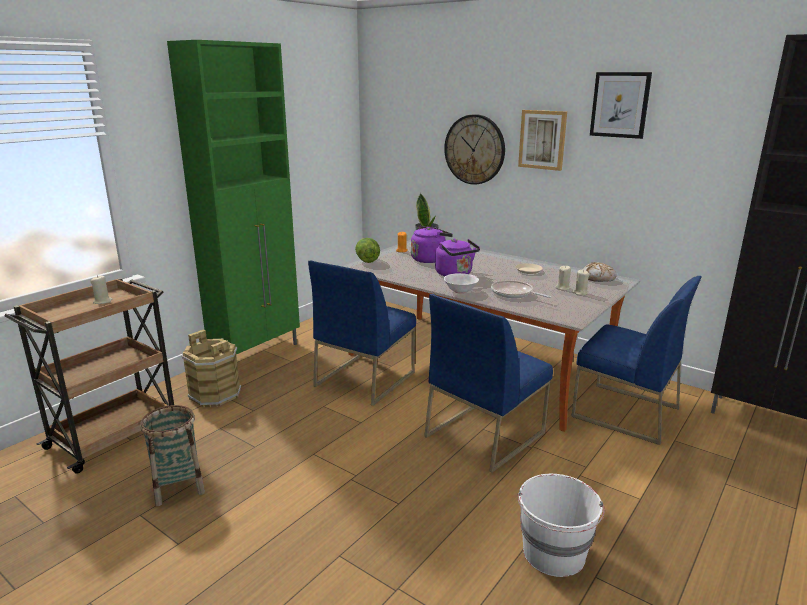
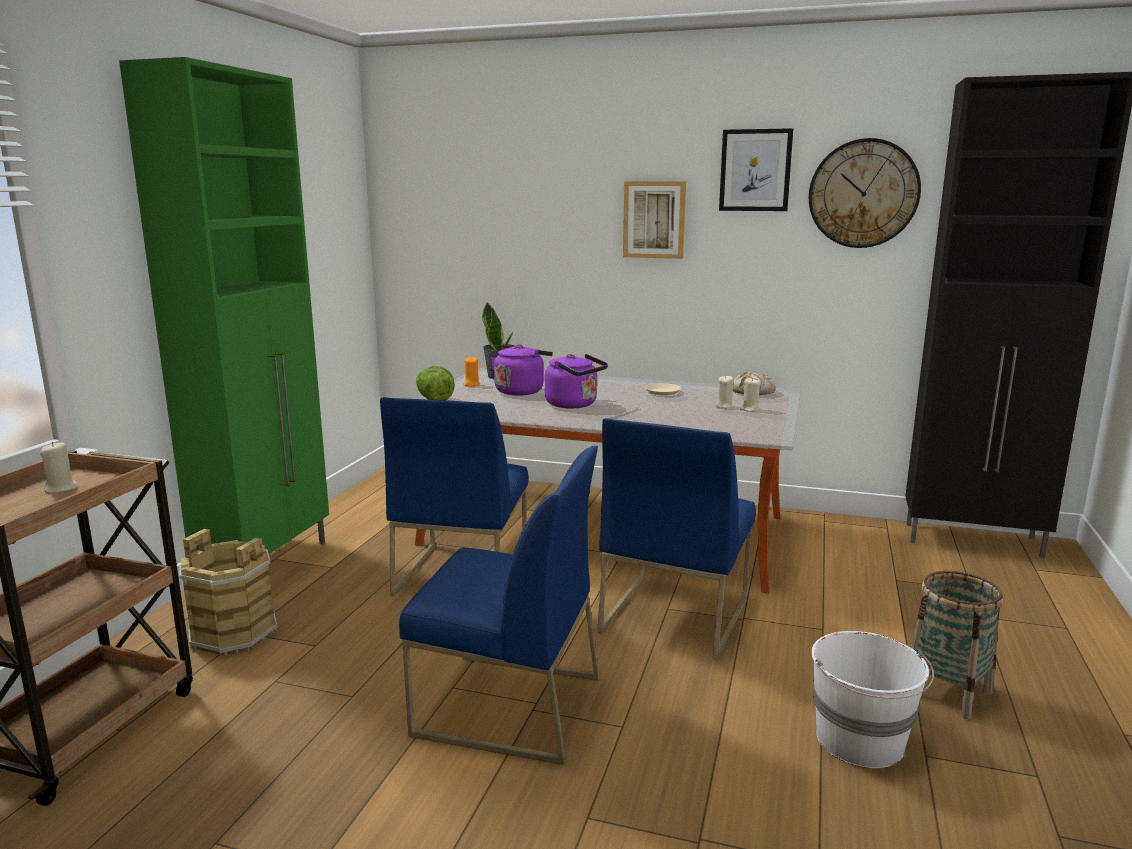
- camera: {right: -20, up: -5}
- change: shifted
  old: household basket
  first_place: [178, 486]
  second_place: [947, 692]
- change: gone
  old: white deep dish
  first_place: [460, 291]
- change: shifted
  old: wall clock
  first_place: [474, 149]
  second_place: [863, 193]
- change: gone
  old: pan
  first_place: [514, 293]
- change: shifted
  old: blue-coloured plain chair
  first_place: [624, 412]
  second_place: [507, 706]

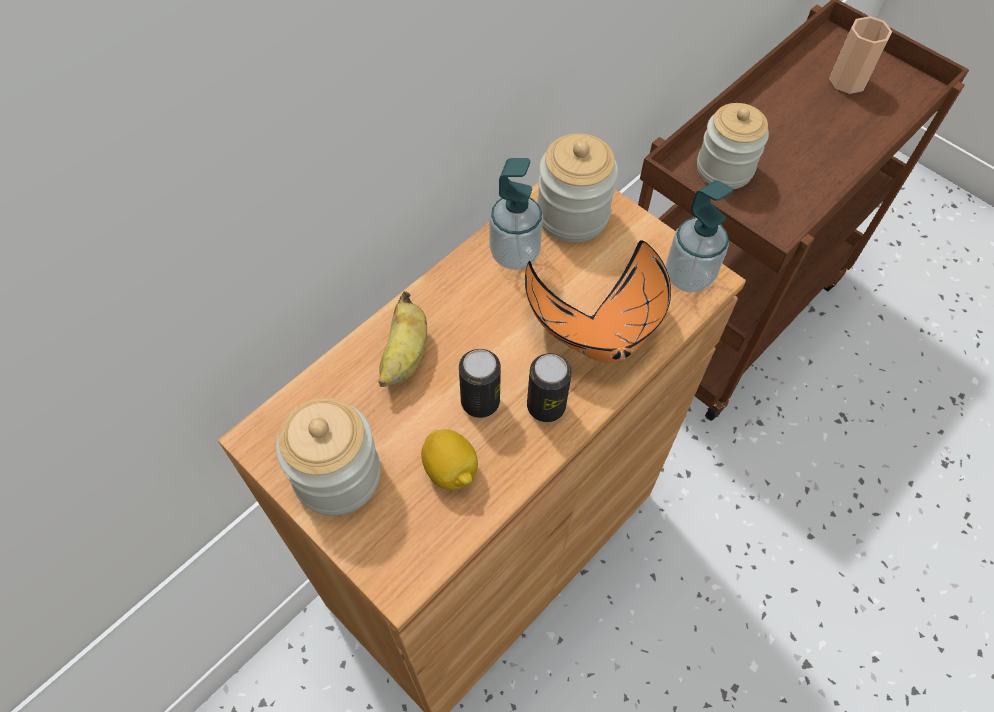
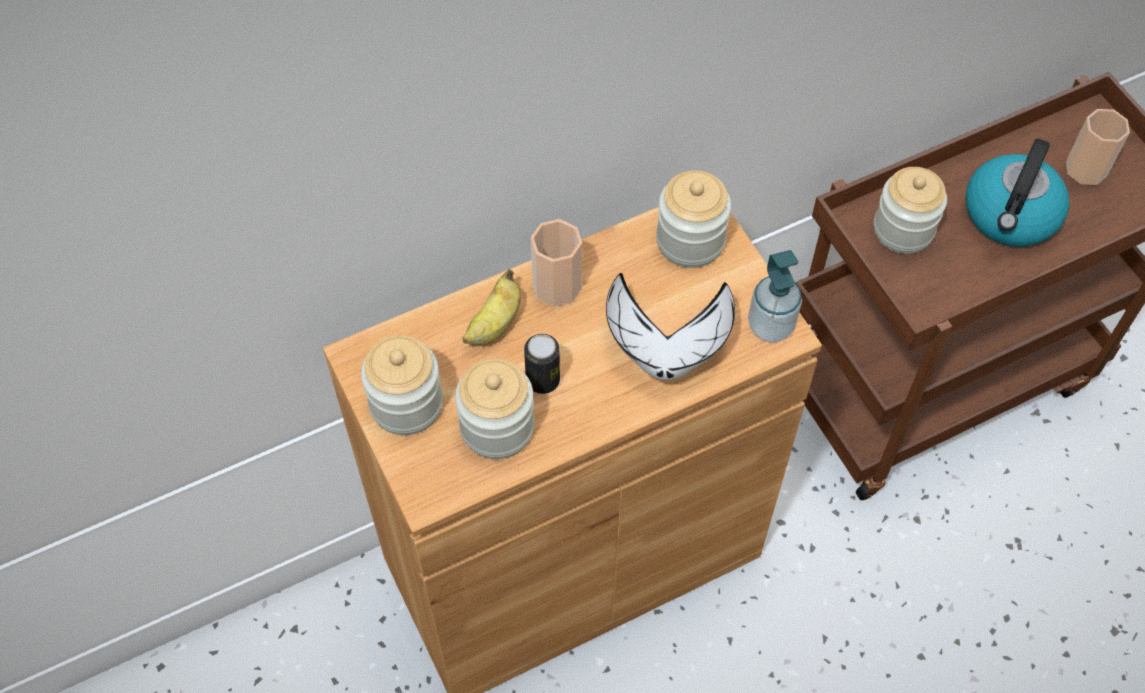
- camera: {right: 20, up: 0}
- change: swapped
  old: lemon
  new: storage jar
  first_place: [450, 470]
  second_place: [497, 427]
- change: gone
  old: soap dispenser
  first_place: [514, 254]
- change: repainted
  old: orange-coloured deep dish
  new: white deep dish
  first_place: [597, 330]
  second_place: [667, 350]
- change: gone
  old: can
  first_place: [546, 406]
- change: new
  new: cup
  second_place: [557, 286]
- change: new
  new: kettle
  second_place: [1010, 215]

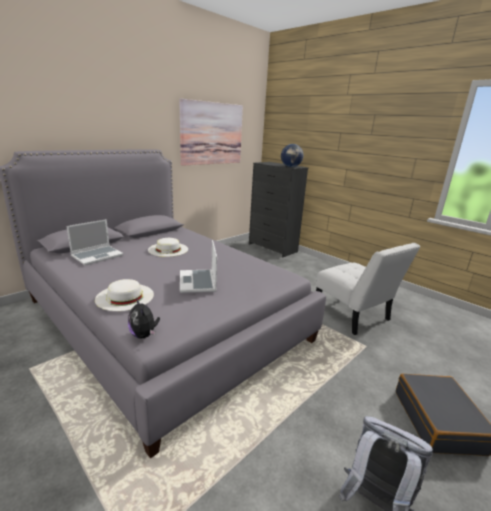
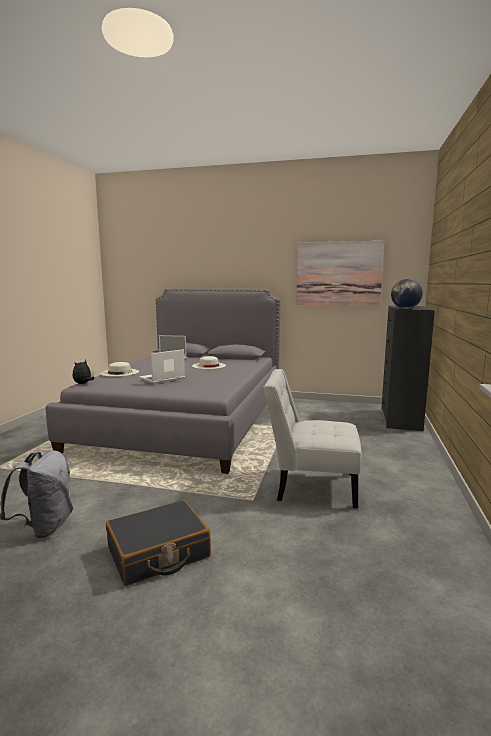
- camera: {right: 60, up: -10}
- change: rotated
  old: white plain chair
  first_place: [354, 316]
  second_place: [310, 485]
  degrees: 75

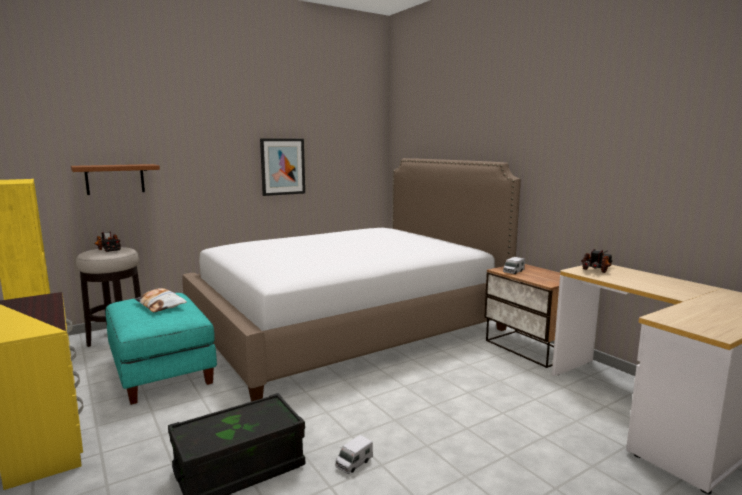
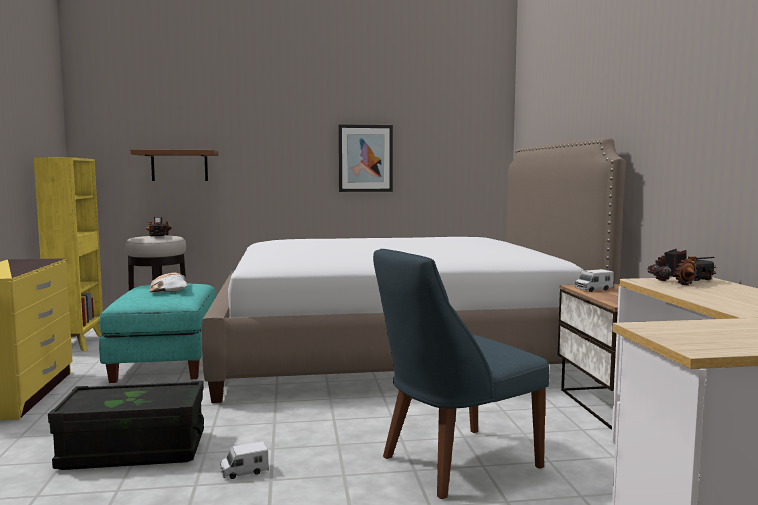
- camera: {right: 25, up: -5}
- change: new
  new: blue-coloured plain chair
  second_place: [454, 463]

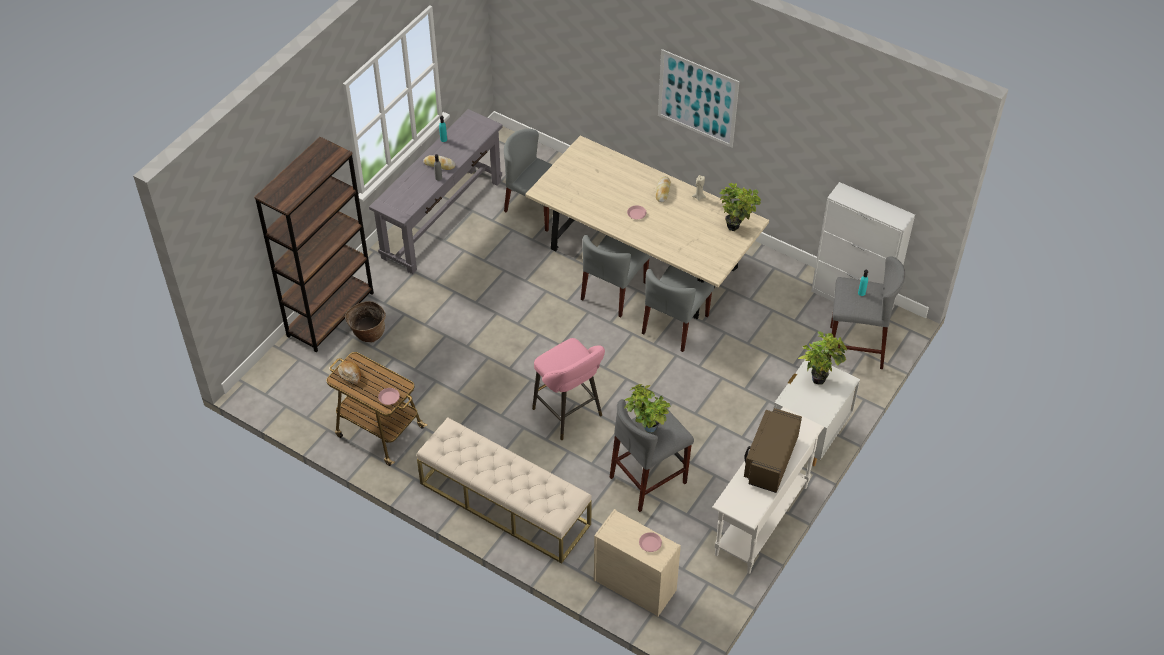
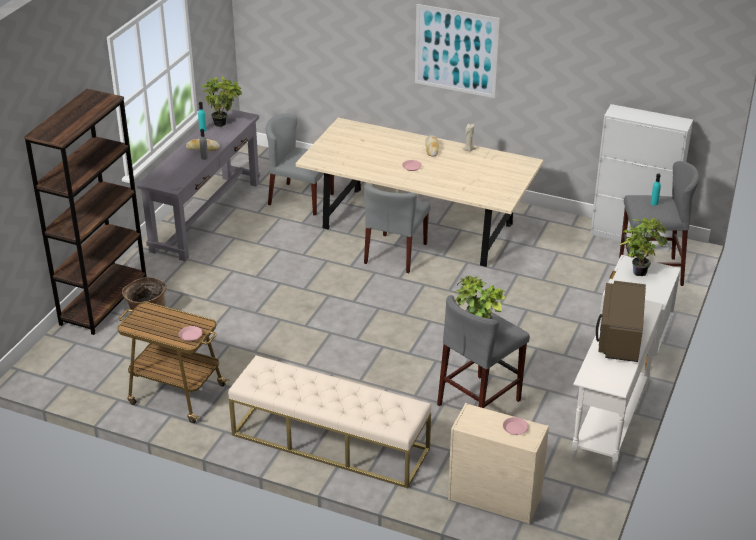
- camera: {right: -10, up: -15}
- change: gone
  old: bread
  first_place: [350, 374]
- change: gone
  old: pink-coloured sitting stool
  first_place: [569, 414]
- change: gone
  old: gray plain chair
  first_place: [675, 325]
- change: shifted
  old: houseplant
  first_place: [736, 226]
  second_place: [223, 124]

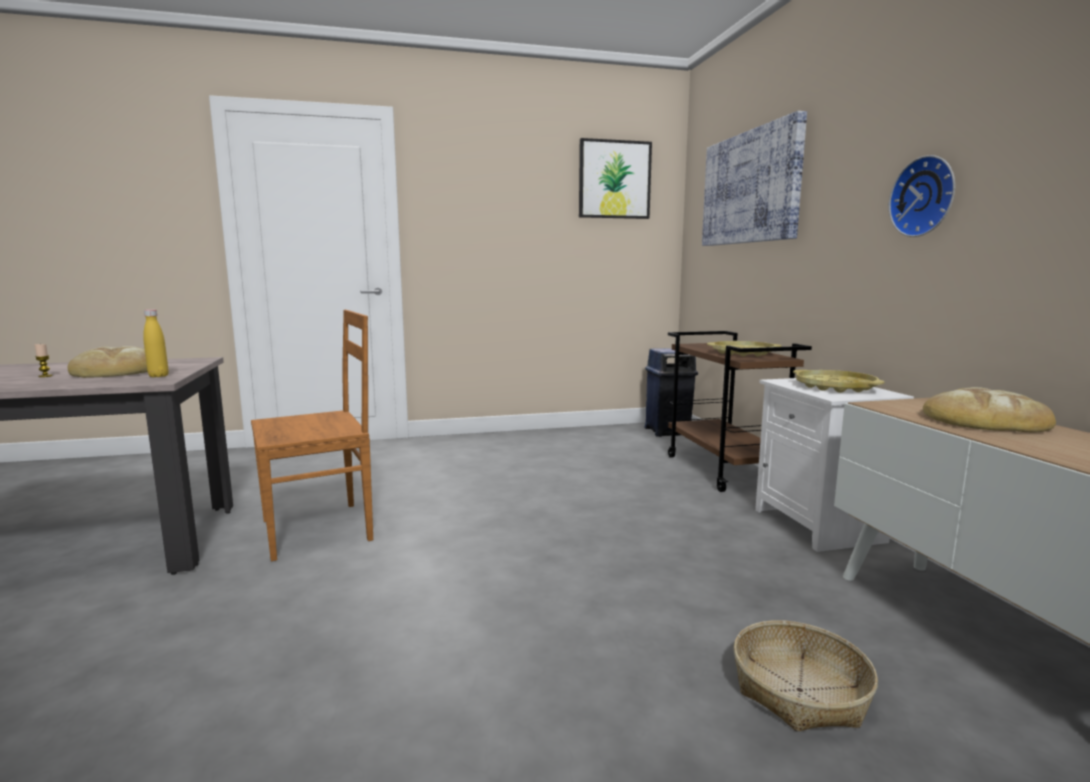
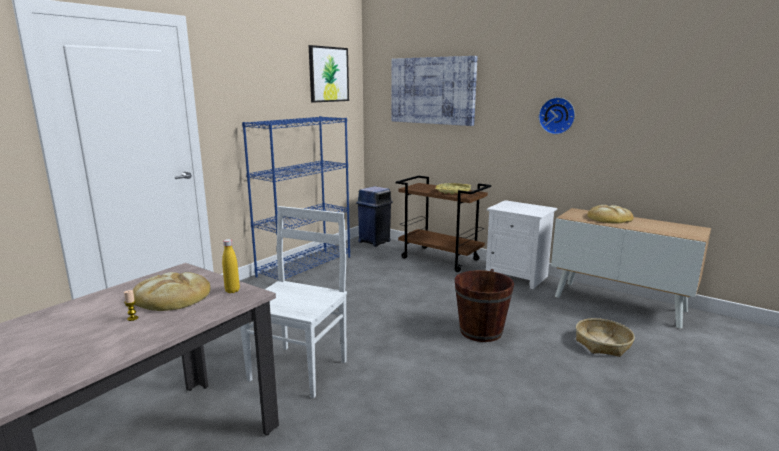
- camera: {right: -40, up: 5}
- change: repainted
  old: brown-coloured plain chair
  new: white plain chair
  first_place: [321, 529]
  second_place: [300, 369]
- change: gone
  old: yellowish carrying tray
  first_place: [835, 387]
- change: new
  new: blue-coloured shelving unit
  second_place: [305, 266]
- change: new
  new: brown-coloured pail
  second_place: [481, 331]

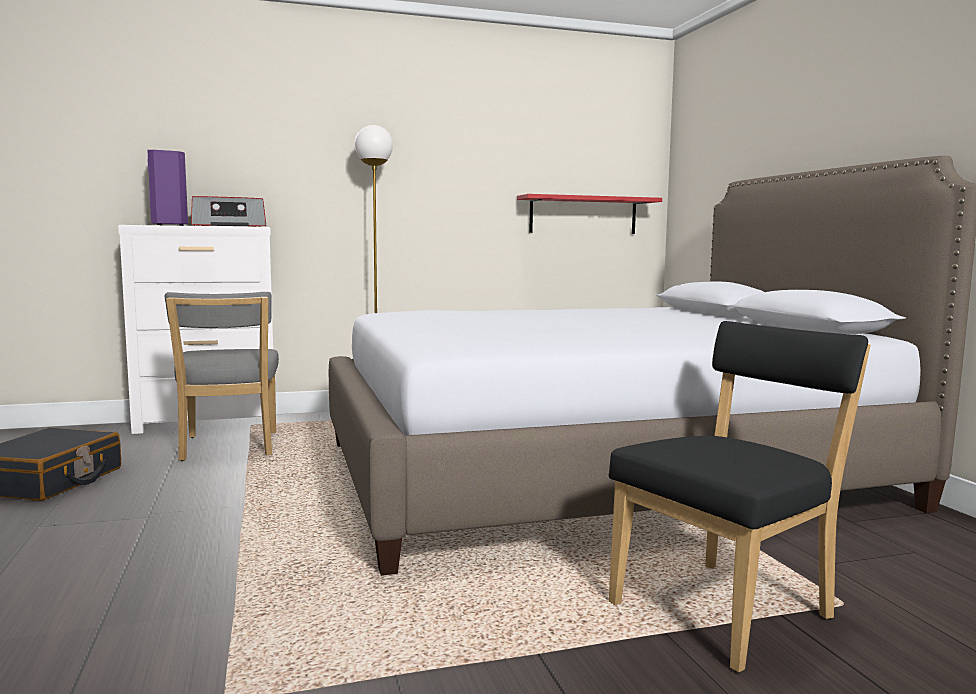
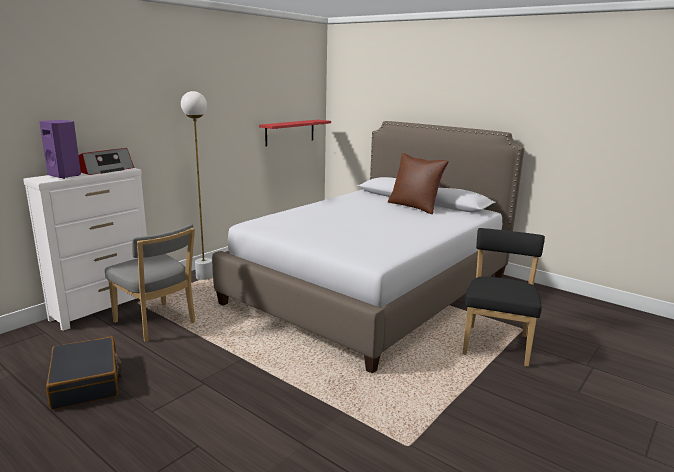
- camera: {right: -35, up: 10}
- change: new
  new: brown-coloured pillow
  second_place: [414, 207]

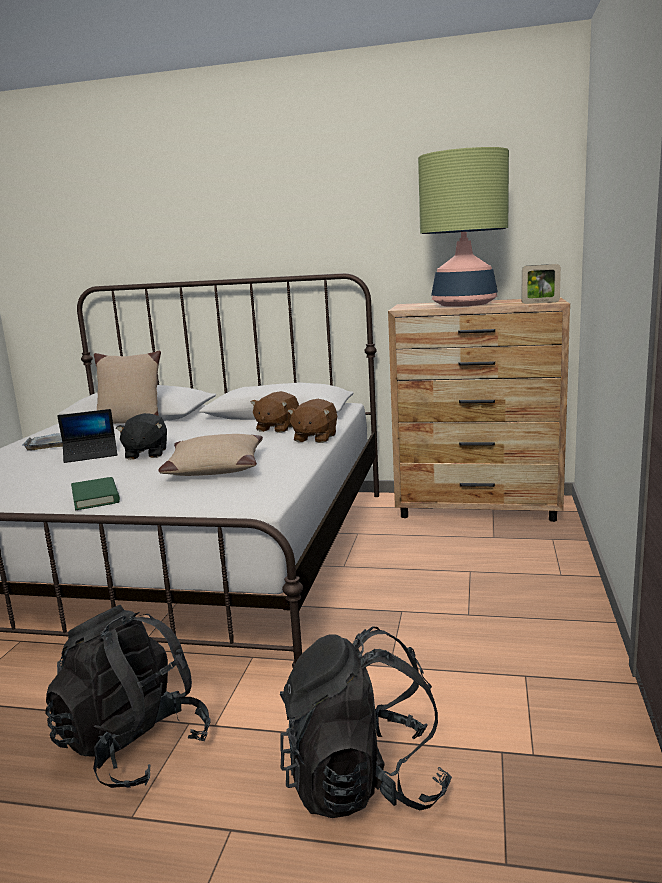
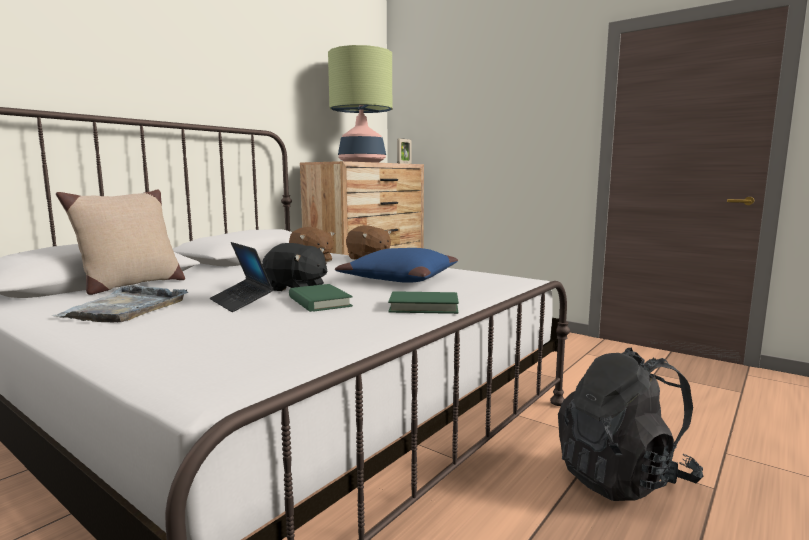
- camera: {right: -65, up: -5}
- change: rotated
  old: notebook computer
  first_place: [91, 455]
  second_place: [241, 302]
  degrees: 135
- change: repainted
  old: beige-coloured pillow
  new: blue-coloured pillow
  first_place: [214, 468]
  second_place: [398, 278]
- change: gone
  old: blackish backpack
  first_place: [363, 783]
- change: new
  new: greenish volume
  second_place: [319, 302]

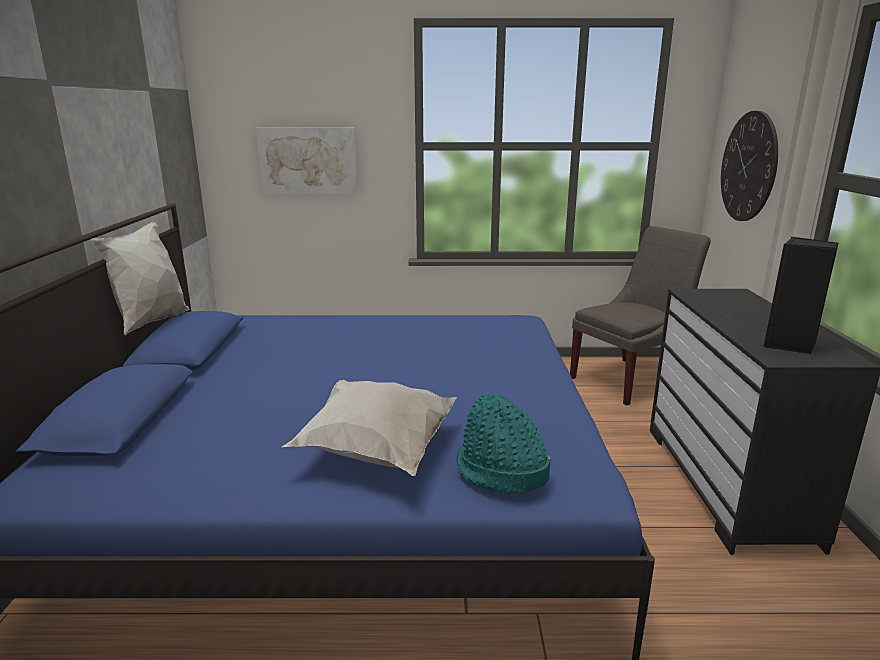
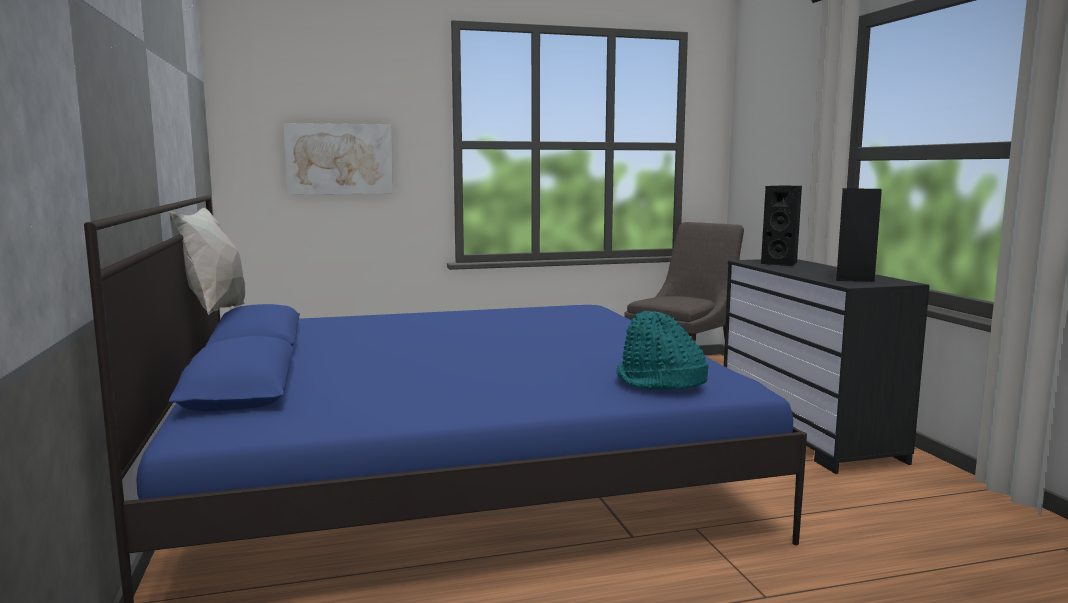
- camera: {right: -15, up: -10}
- change: gone
  old: white pillow
  first_place: [376, 453]
- change: gone
  old: wall clock
  first_place: [748, 167]
- change: new
  new: blackish loudspeaker
  second_place: [781, 263]

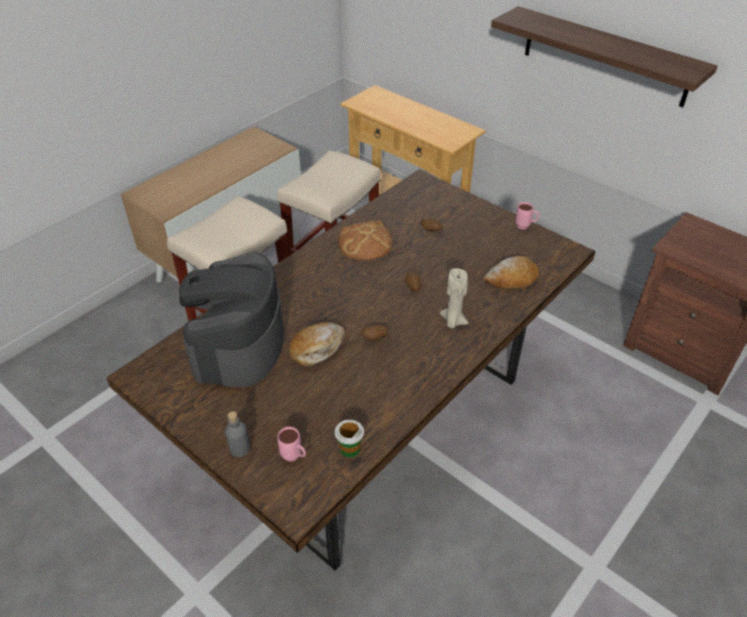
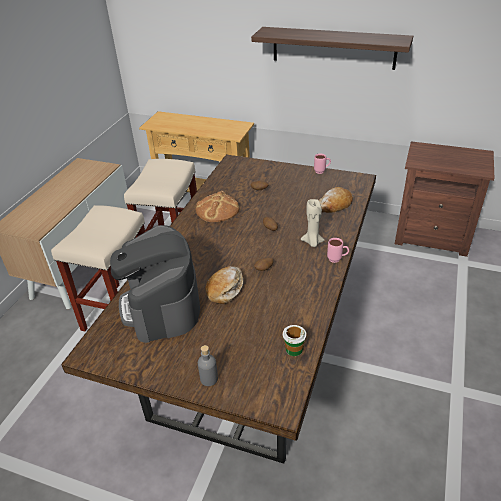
- camera: {right: -20, up: -5}
- change: shifted
  old: pink-coloured tea mug
  first_place: [294, 457]
  second_place: [337, 260]

